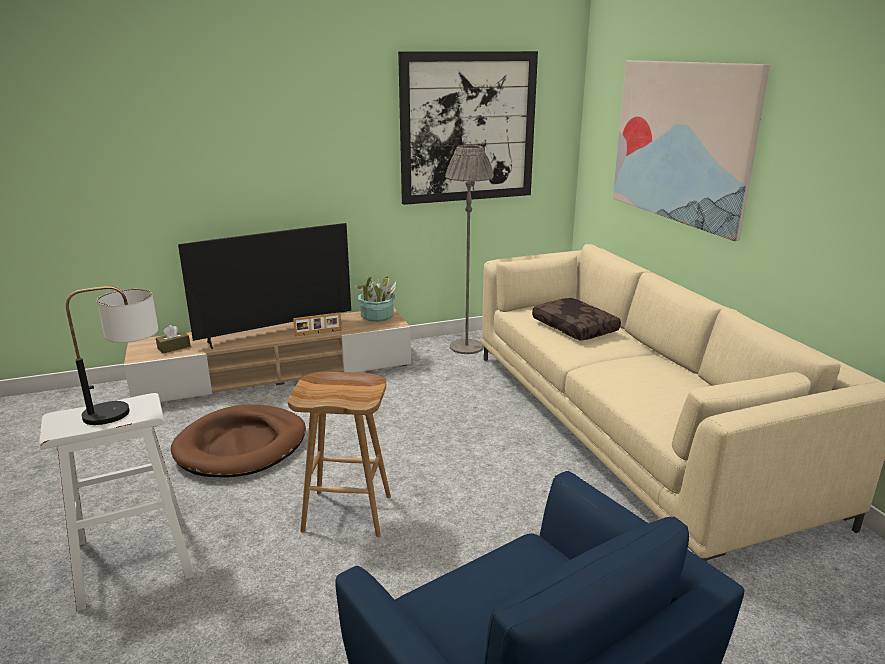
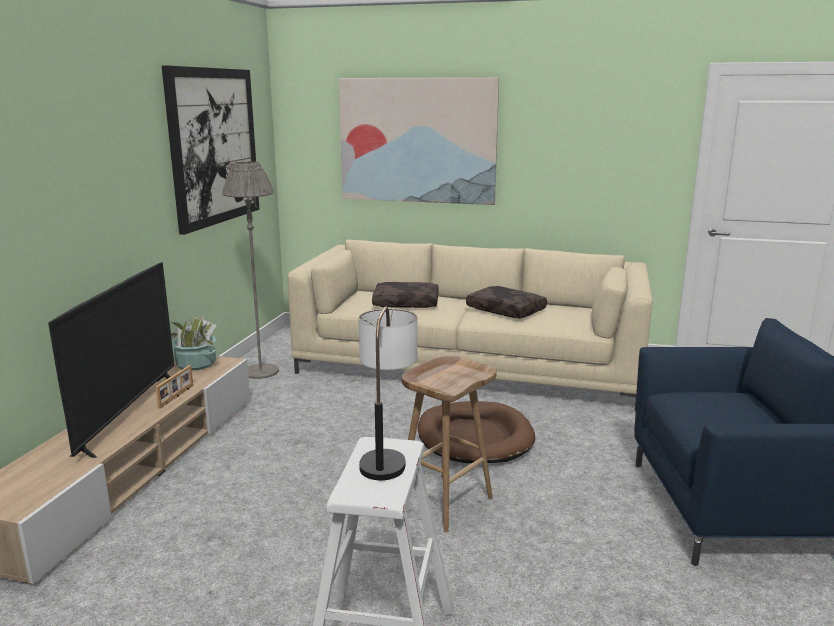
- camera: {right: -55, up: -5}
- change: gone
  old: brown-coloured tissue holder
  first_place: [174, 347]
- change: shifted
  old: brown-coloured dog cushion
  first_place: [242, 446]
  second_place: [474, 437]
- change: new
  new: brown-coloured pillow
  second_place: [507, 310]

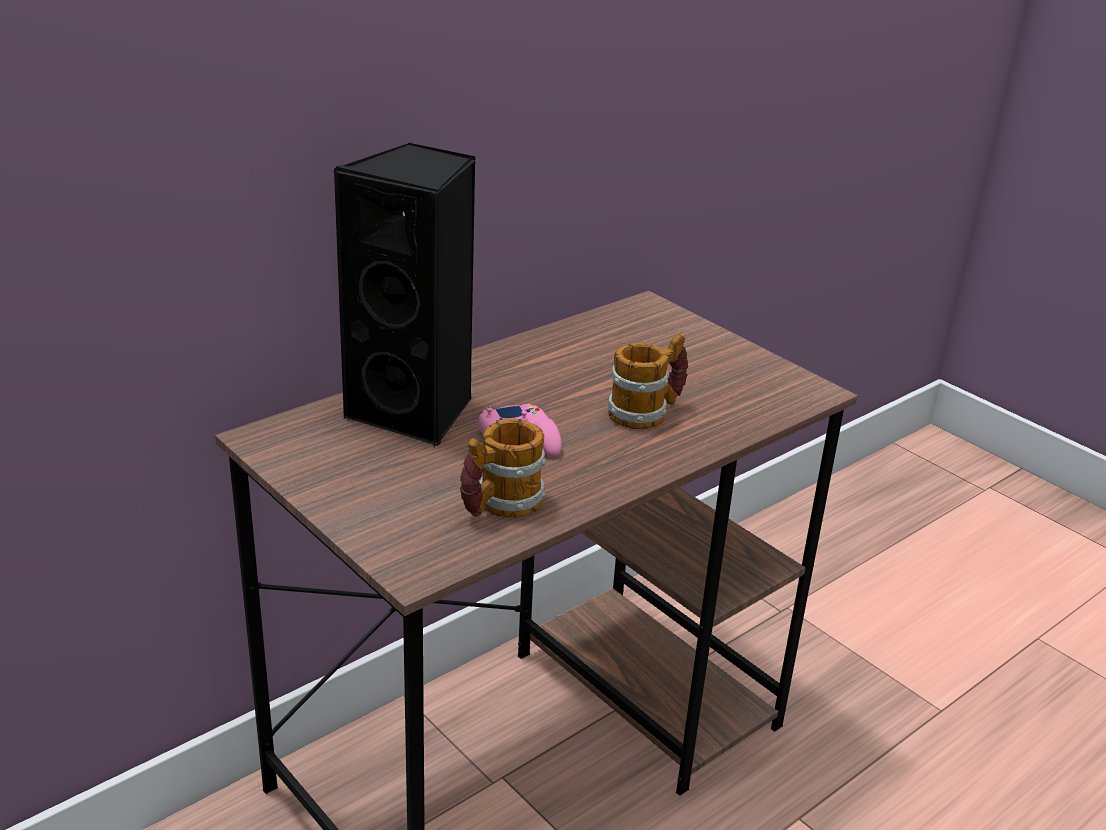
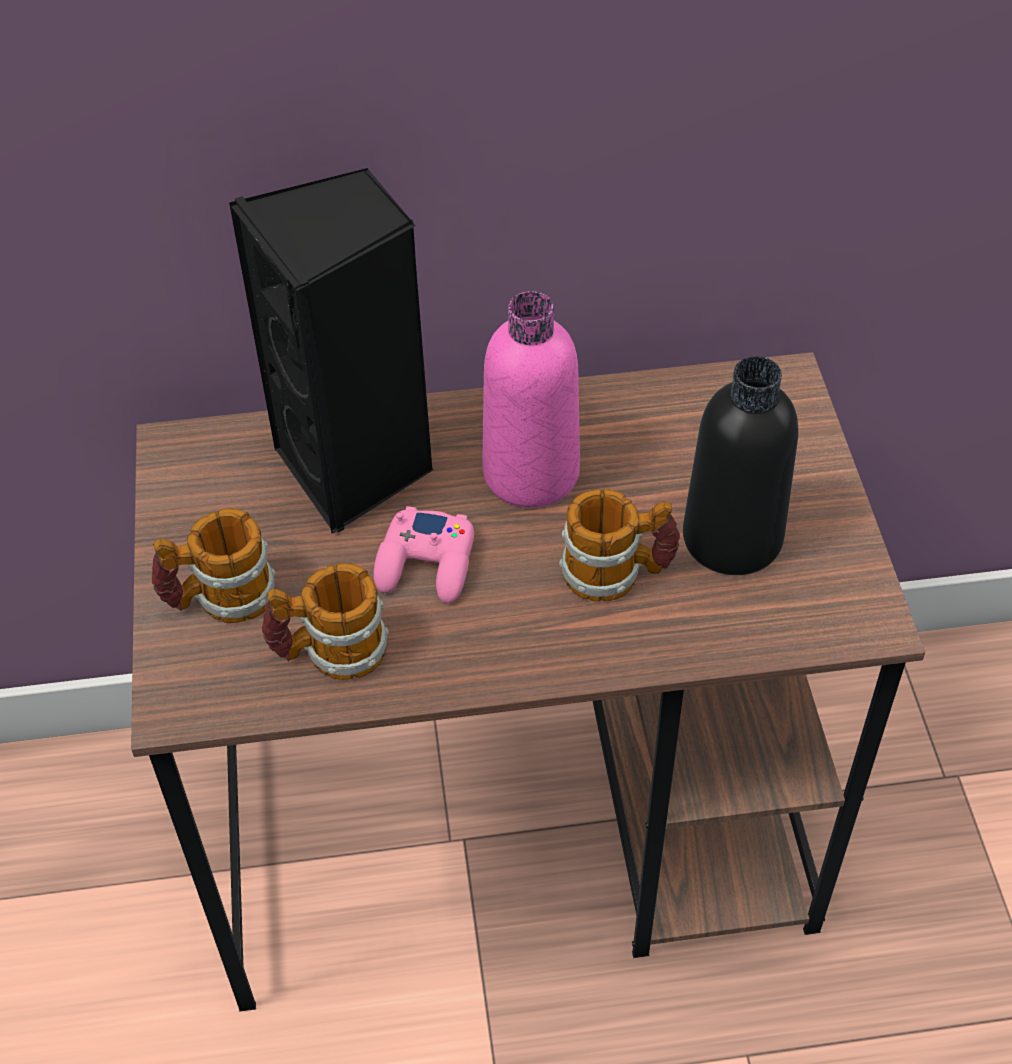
- camera: {right: 35, up: 20}
- change: new
  new: tea mug
  second_place: [220, 598]
- change: new
  new: pink-coloured bottle
  second_place: [531, 473]
- change: new
  new: blackish bottle
  second_place: [732, 538]

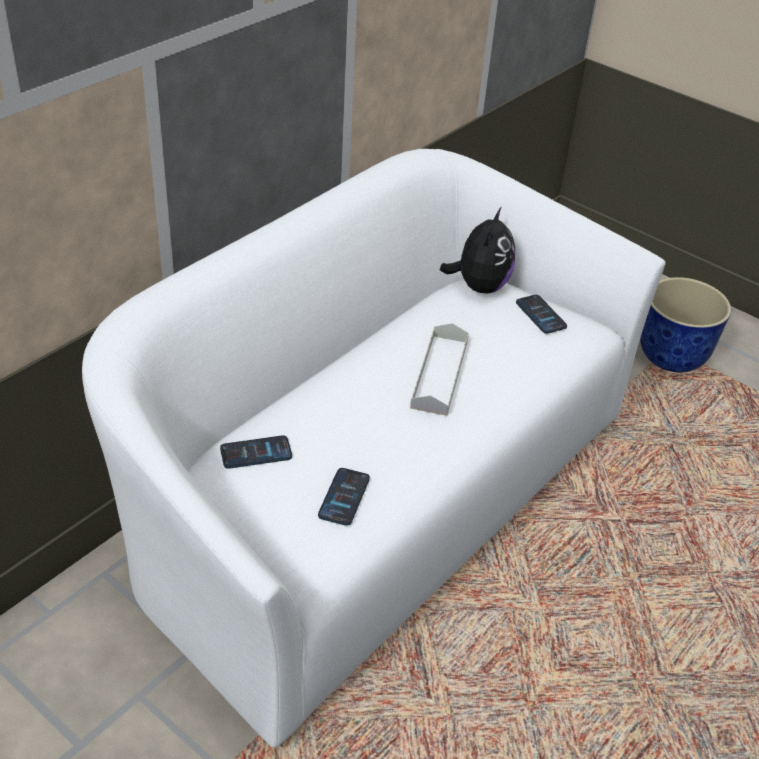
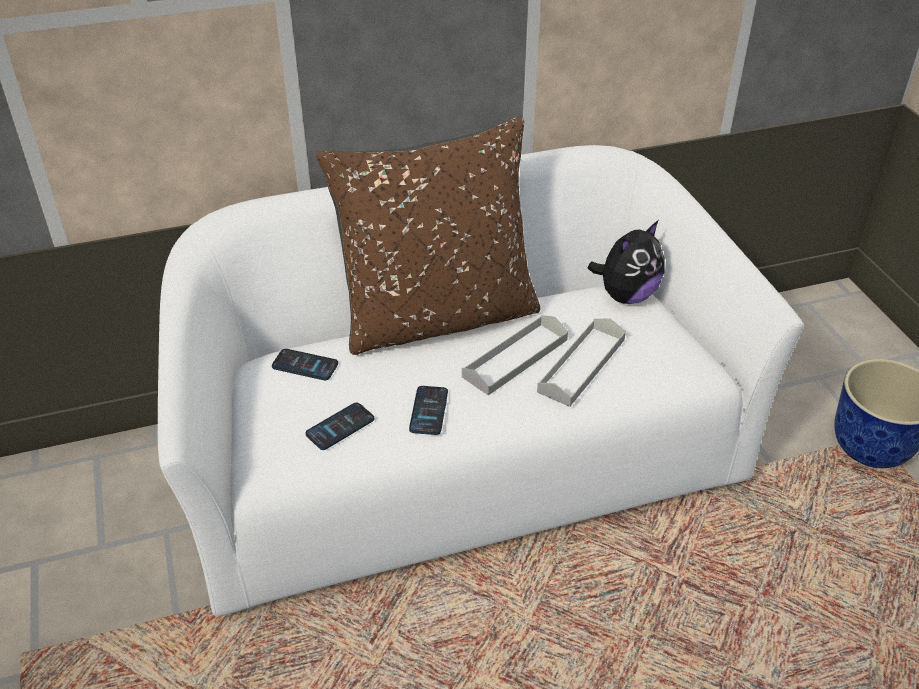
- camera: {right: 35, up: 0}
- change: shifted
  old: telephone
  first_place: [540, 315]
  second_place: [428, 411]
- change: new
  new: brown-coloured pillow
  second_place: [438, 317]
- change: new
  new: gray carrying tray
  second_place: [581, 365]

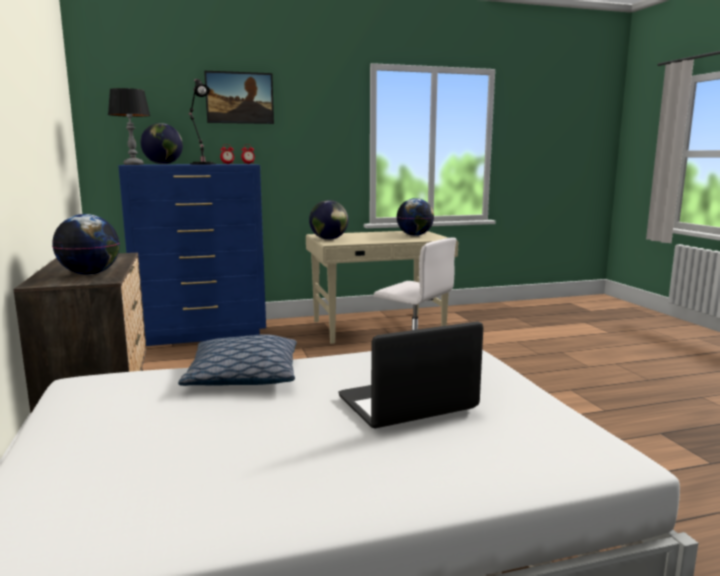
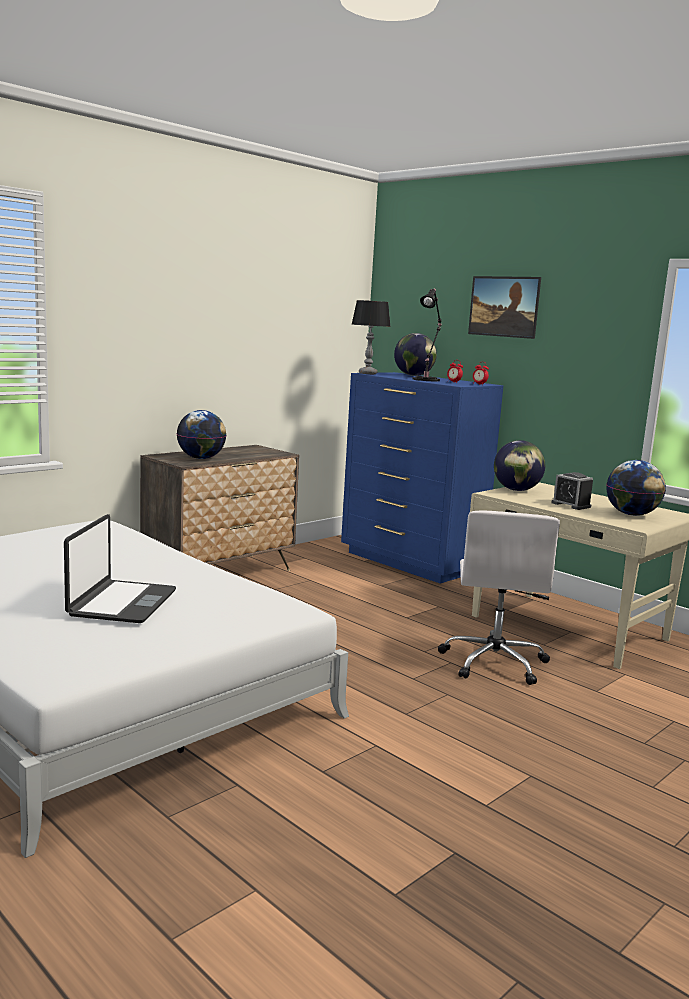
- camera: {right: 60, up: 0}
- change: gone
  old: pillow
  first_place: [243, 377]
- change: rotated
  old: notebook computer
  first_place: [407, 404]
  second_place: [121, 603]
  degrees: 60
- change: new
  new: alarm clock
  second_place: [571, 505]

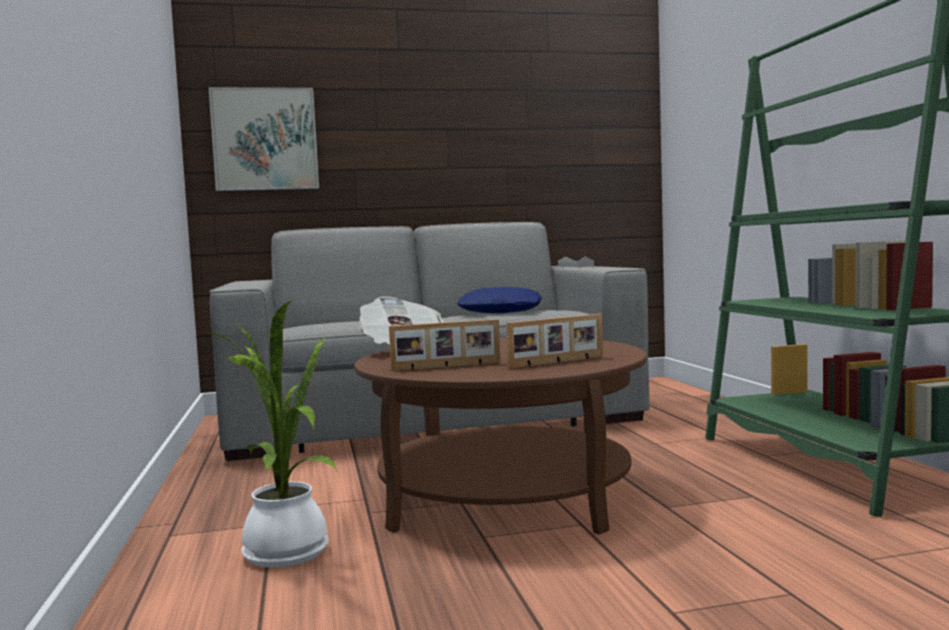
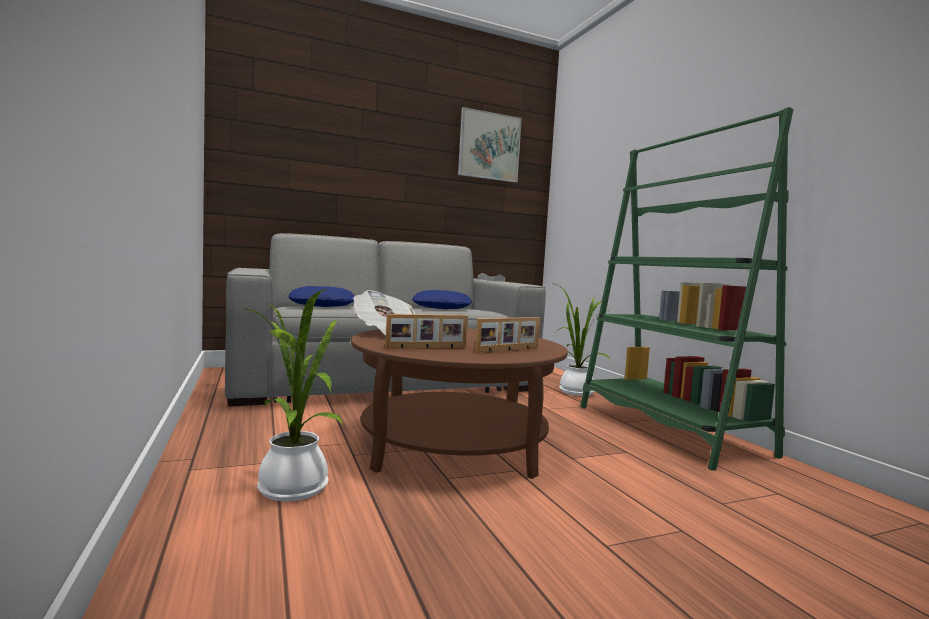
- camera: {right: -10, up: 0}
- change: shifted
  old: picture
  first_place: [265, 139]
  second_place: [489, 146]
- change: new
  new: blue-coloured pillow
  second_place: [323, 305]
- change: new
  new: houseplant
  second_place: [574, 391]

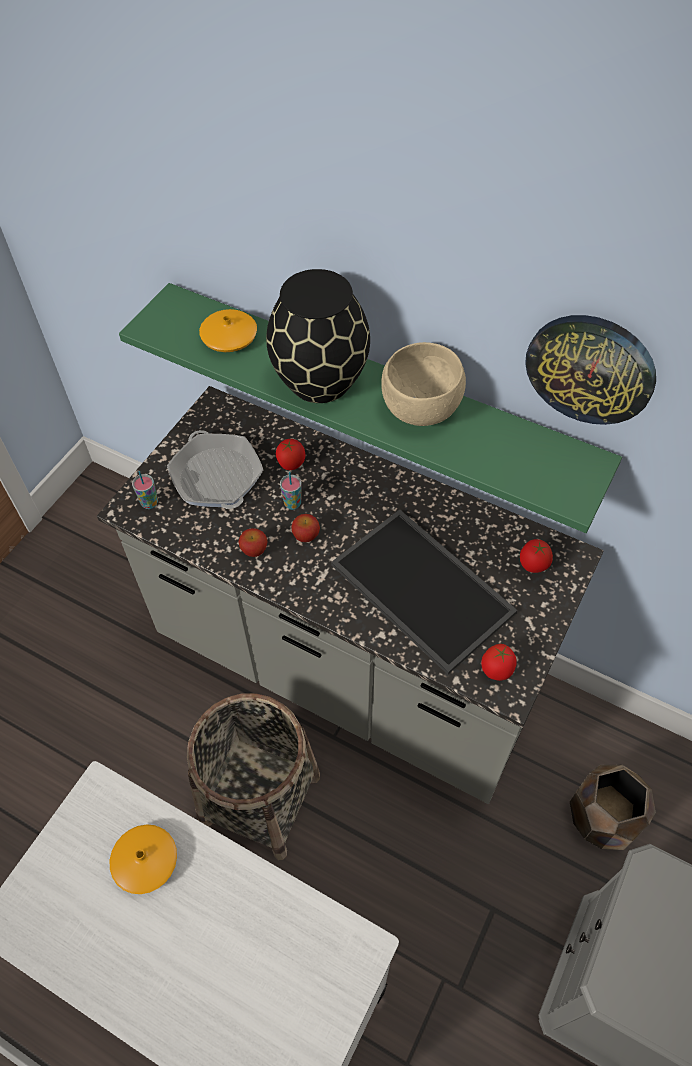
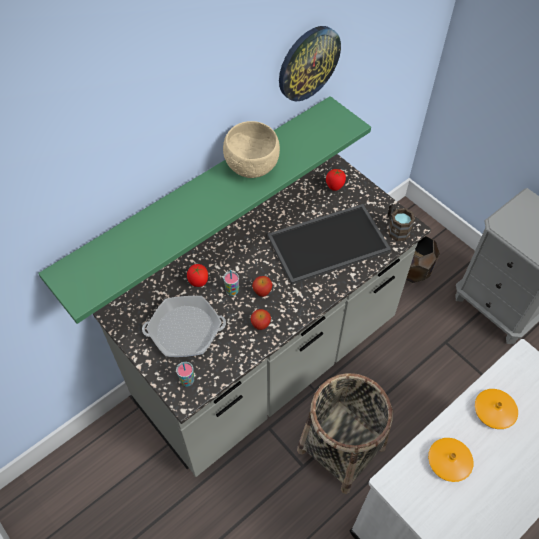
- camera: {right: -70, up: 0}
- change: shifted
  old: orange-coloured vase
  first_place: [229, 337]
  second_place: [494, 411]
- change: gone
  old: blackish vase
  first_place: [319, 382]
- change: swapped
  old: whole tomato
  new: brown-coloured tea mug
  first_place: [496, 671]
  second_place: [396, 228]

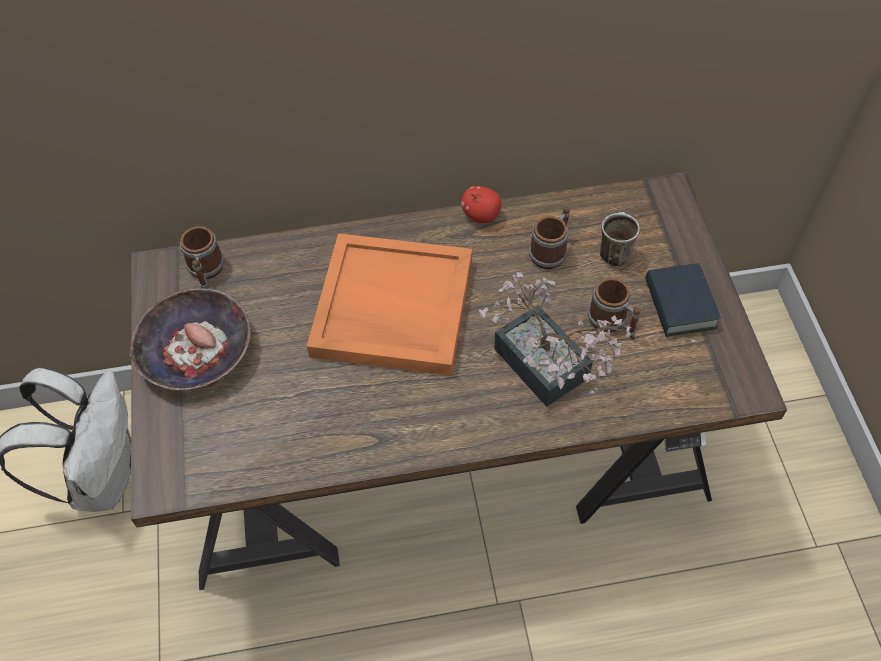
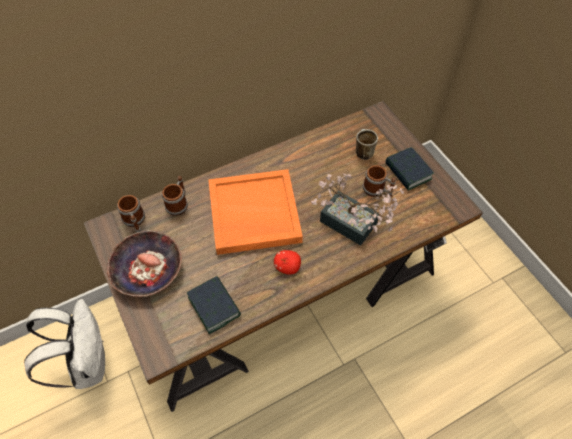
- camera: {right: -20, up: 0}
- change: shifted
  old: apple fruit
  first_place: [481, 215]
  second_place: [287, 267]
- change: shifted
  old: tea mug
  first_place: [551, 251]
  second_place: [178, 203]
- change: new
  new: volume
  second_place: [214, 306]

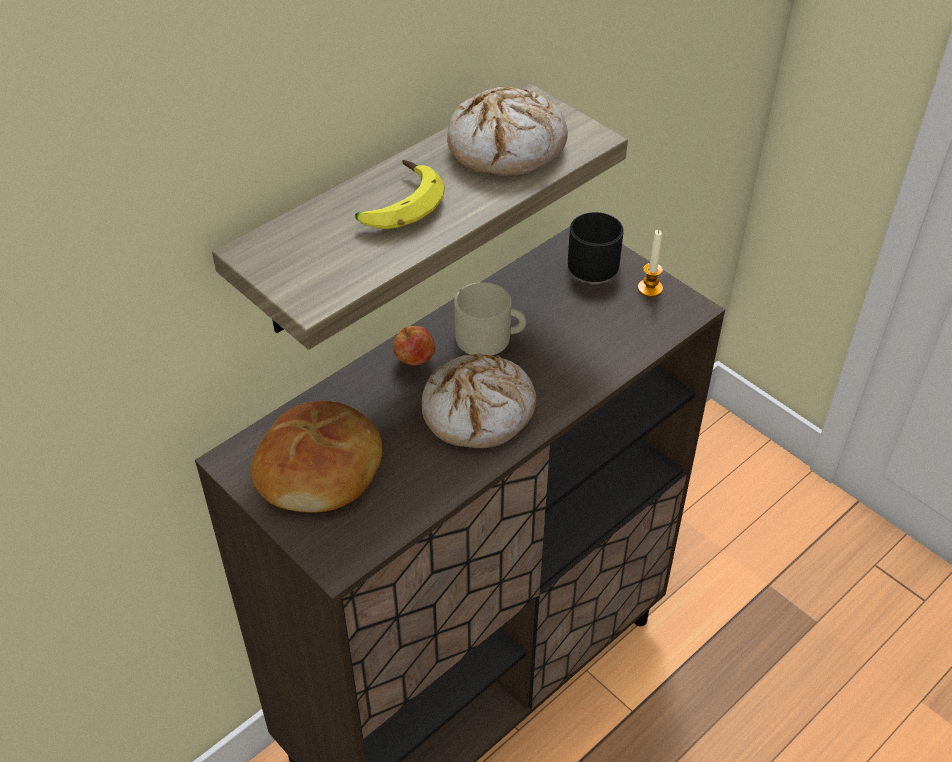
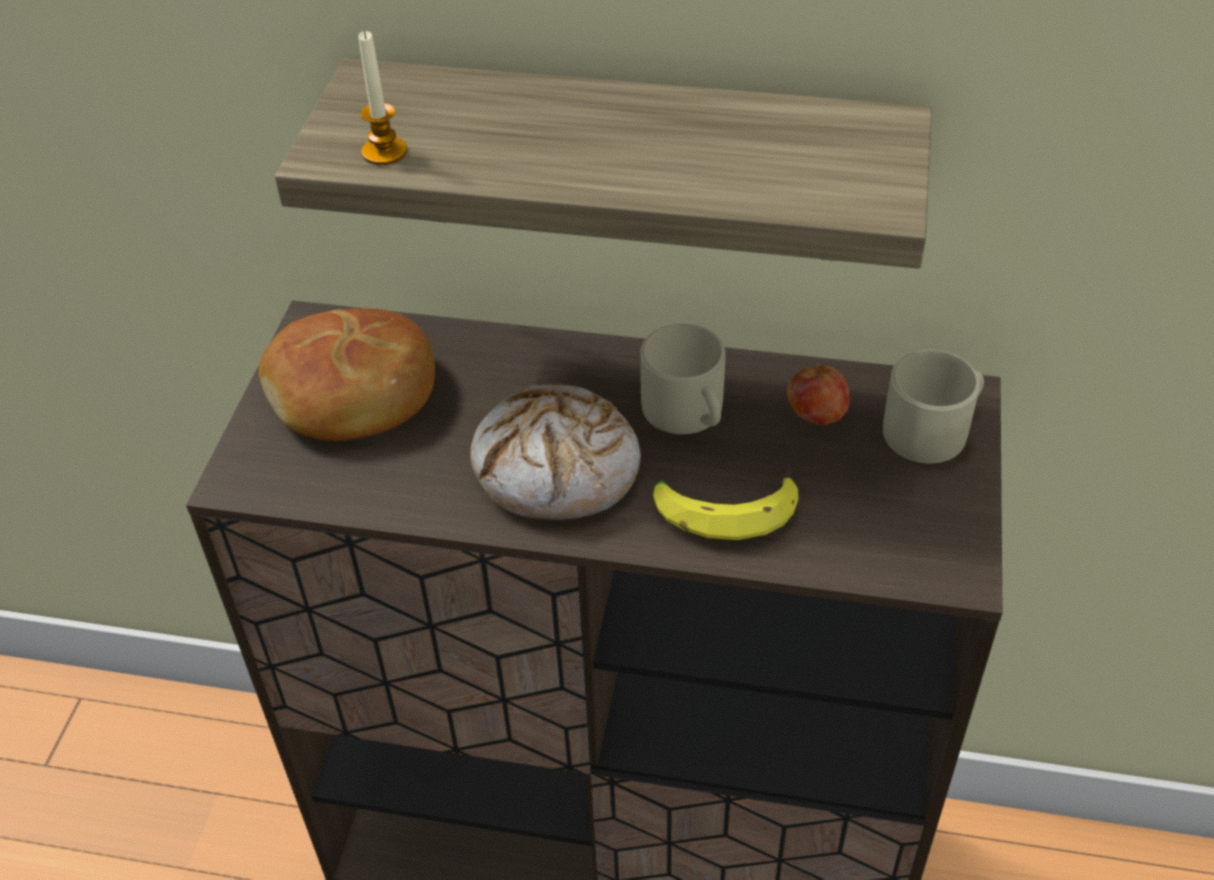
- camera: {right: 55, up: 0}
- change: shifted
  old: whole banana
  first_place: [396, 205]
  second_place: [726, 504]
- change: shifted
  old: apple fruit
  first_place: [414, 360]
  second_place: [815, 416]
- change: gone
  old: bread
  first_place: [507, 147]
- change: repainted
  old: blackish tea mug
  new: beige-coloured tea mug
  first_place: [593, 260]
  second_place: [933, 428]
- change: shifted
  old: wax light
  first_place: [650, 288]
  second_place: [384, 152]

